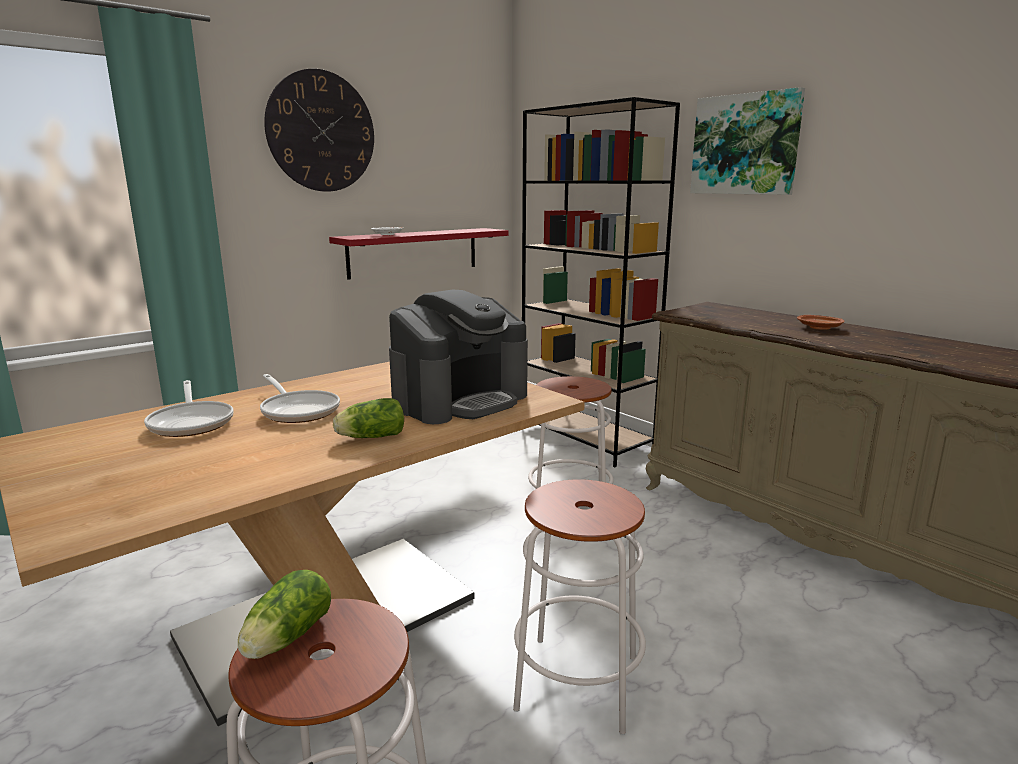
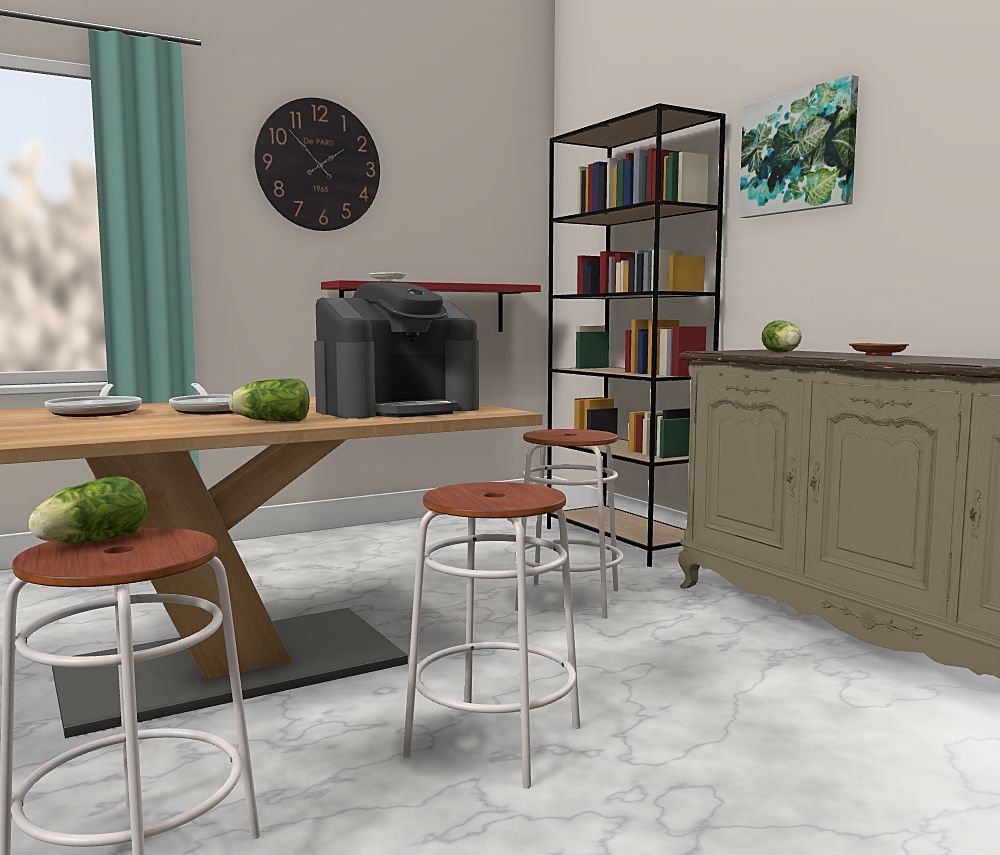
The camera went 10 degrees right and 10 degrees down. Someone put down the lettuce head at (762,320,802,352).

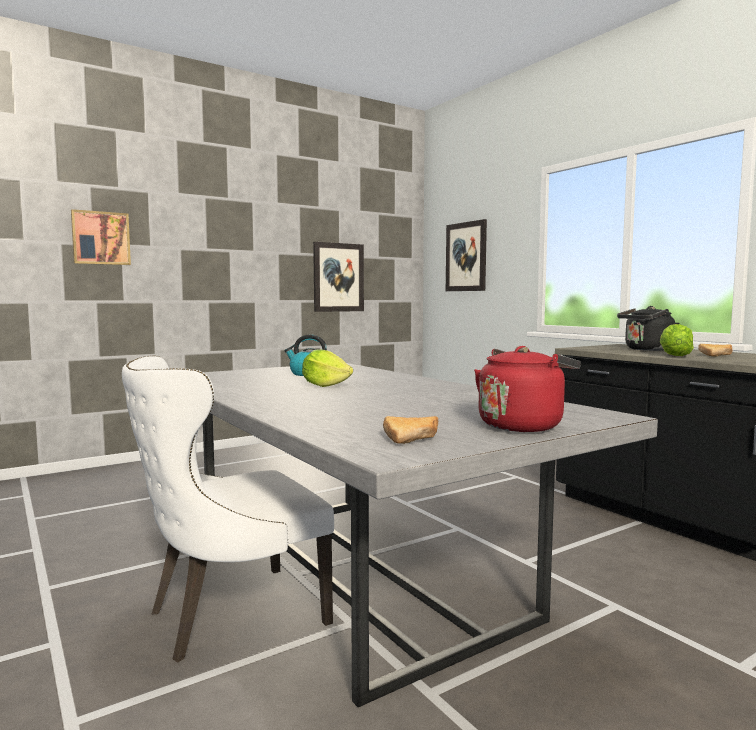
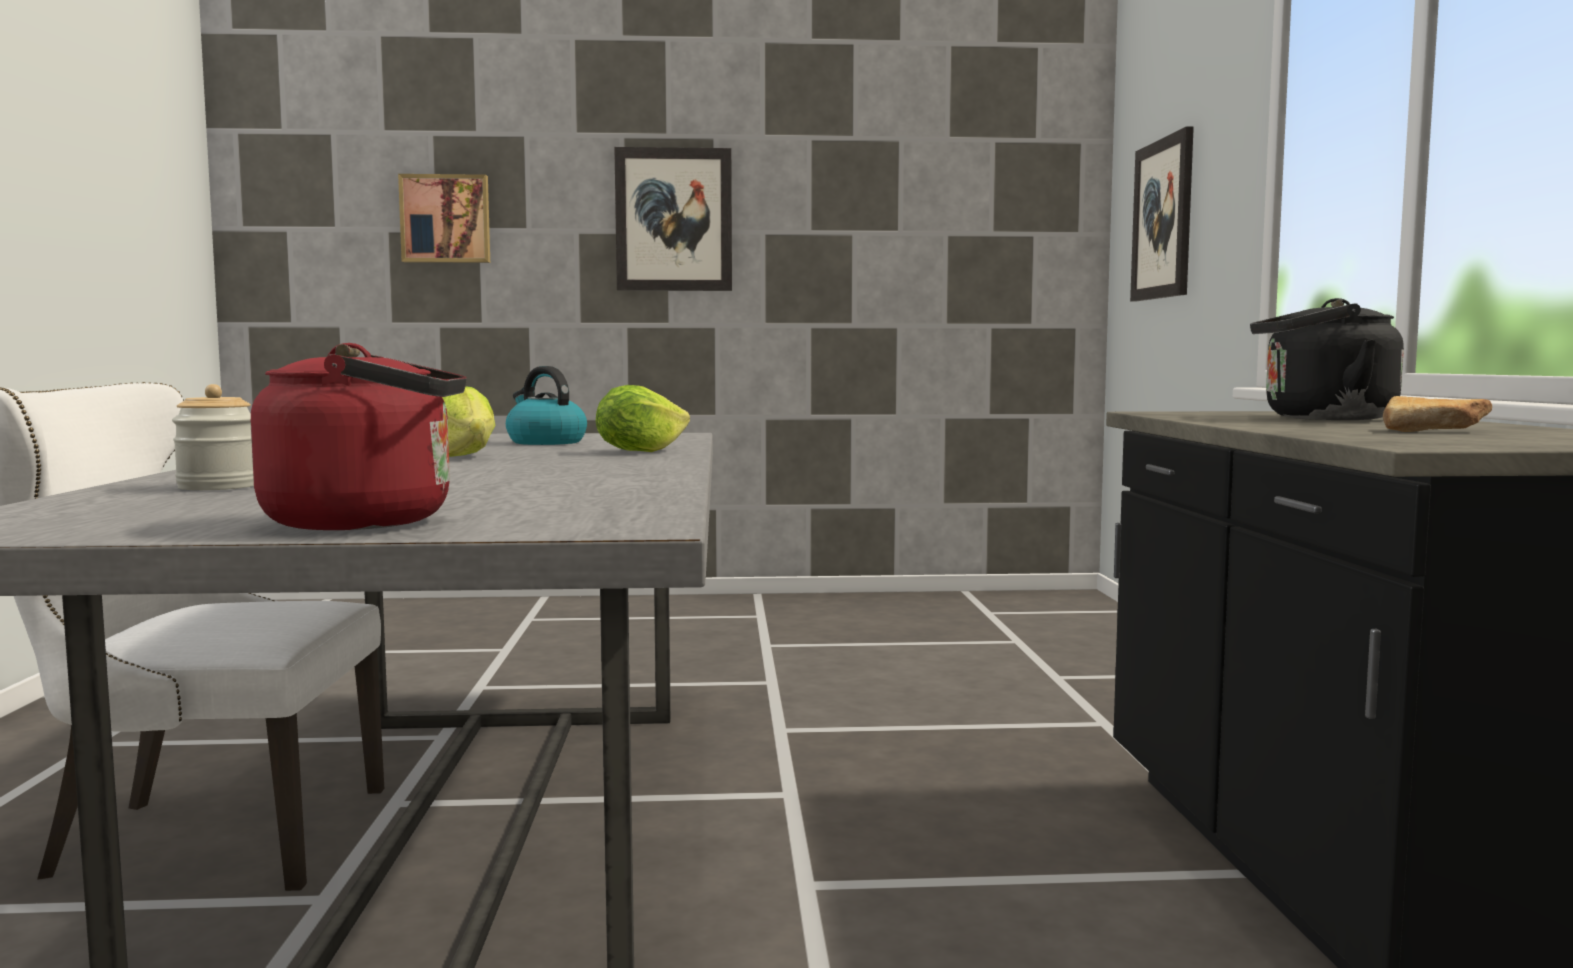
The camera went 30 degrees right and 0 degrees up. Someone carried the wall picture from (313,242,364,312) to (614,147,732,291). Someone carried the lettuce head from (660,324,694,356) to (596,385,690,452). Someone took away the baked bread at (383,416,438,444). Someone put down the preserve jar at (172,384,254,490).

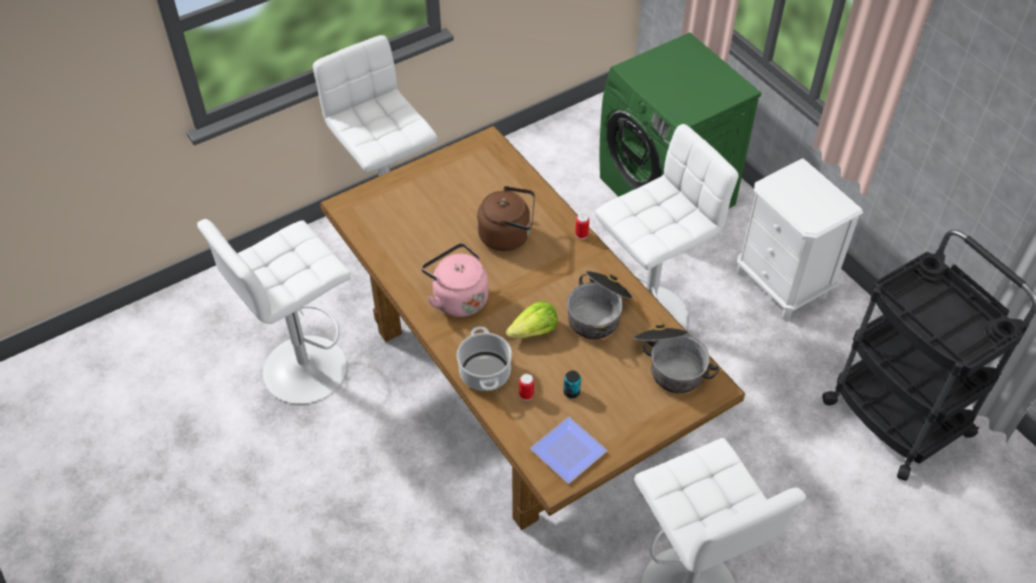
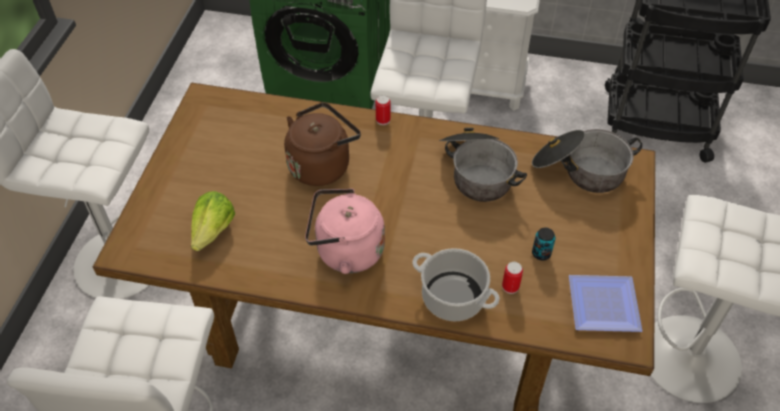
The camera went 45 degrees left and 0 degrees up. Someone carried the lettuce head from (506,301,558,338) to (191,191,235,251).

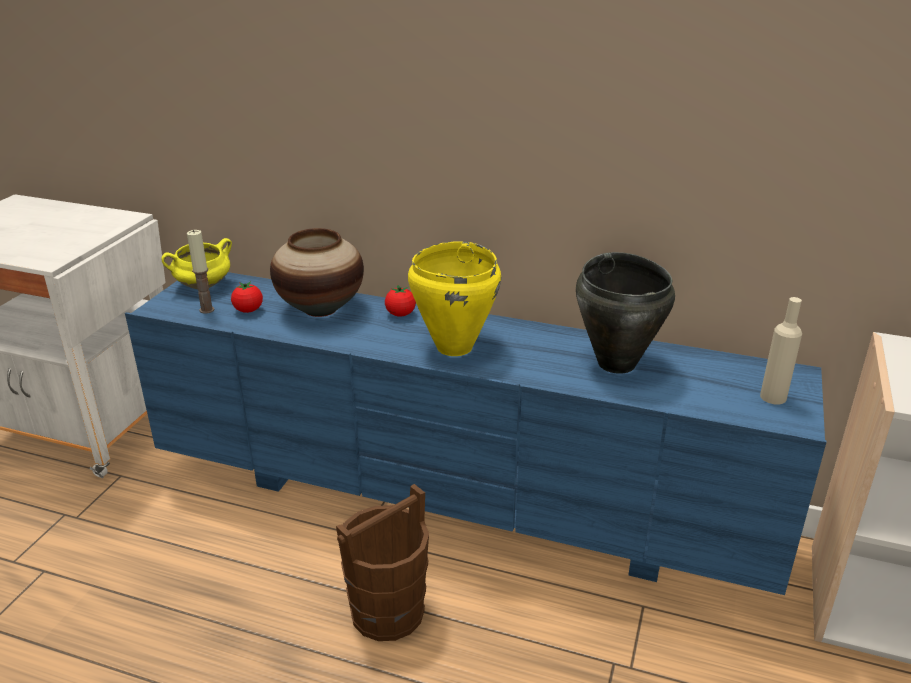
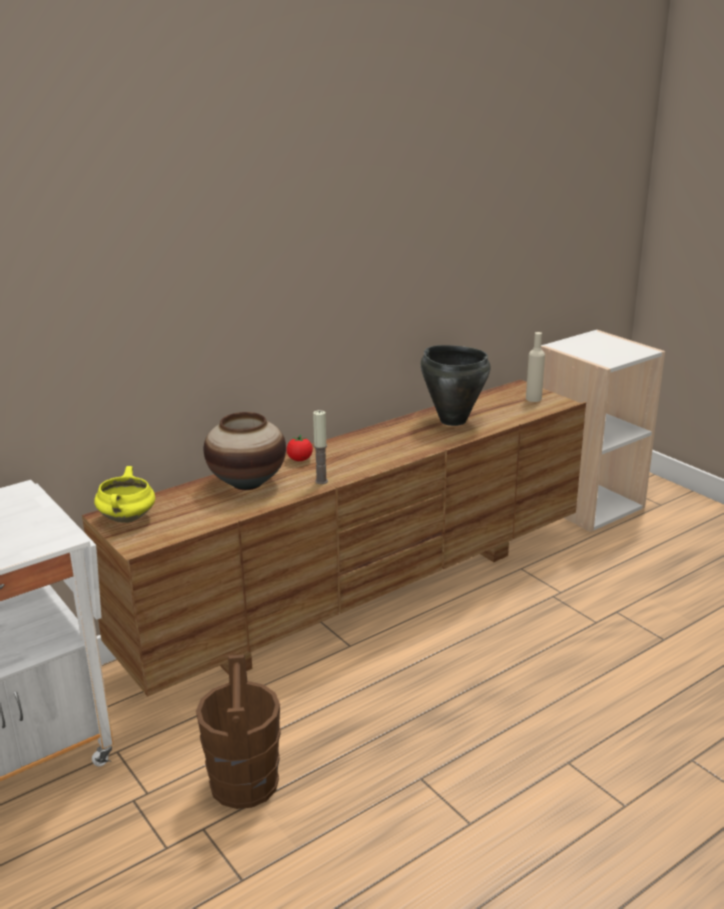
The camera went 55 degrees left and 5 degrees down. Someone carried the wax candle from (187,230,214,314) to (313,410,328,484). Someone took away the cooking pot (yellow) at (408,241,501,356). Someone repainted the storage cabinet (bluish) at (125,272,826,595), which became the storage cabinet (brown) at (82,379,586,697). Someone took away the whole tomato at (231,281,263,313). Someone carried the pail (brown) from (336,484,429,641) to (196,654,281,809).

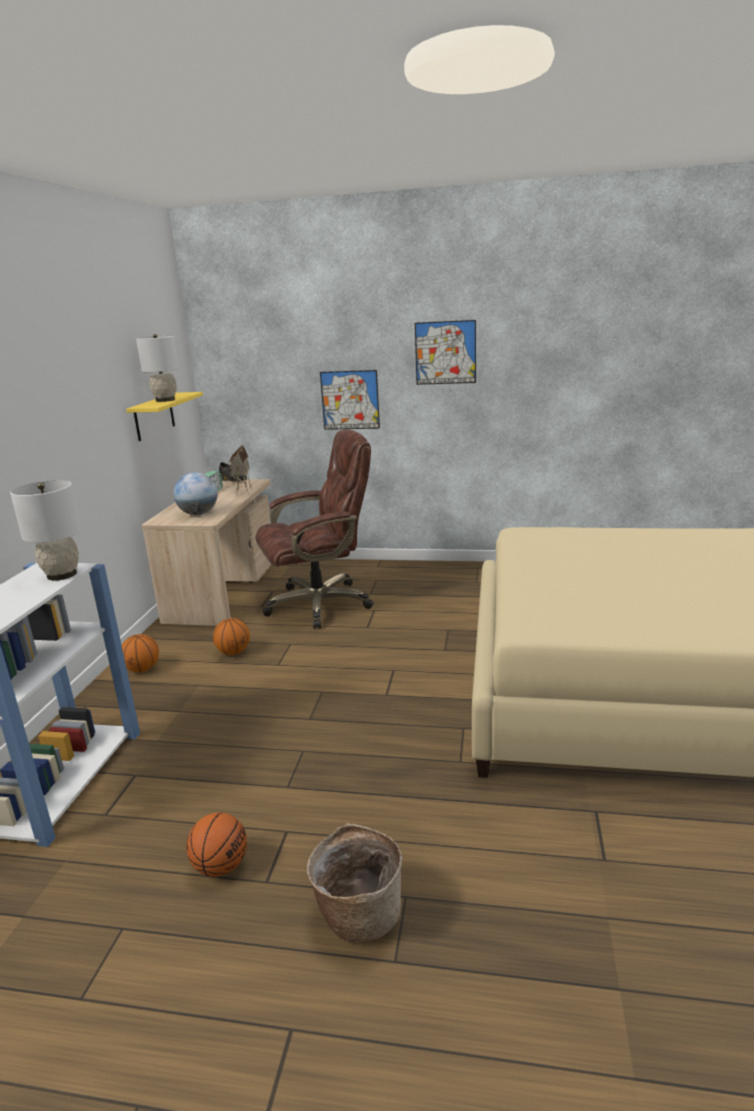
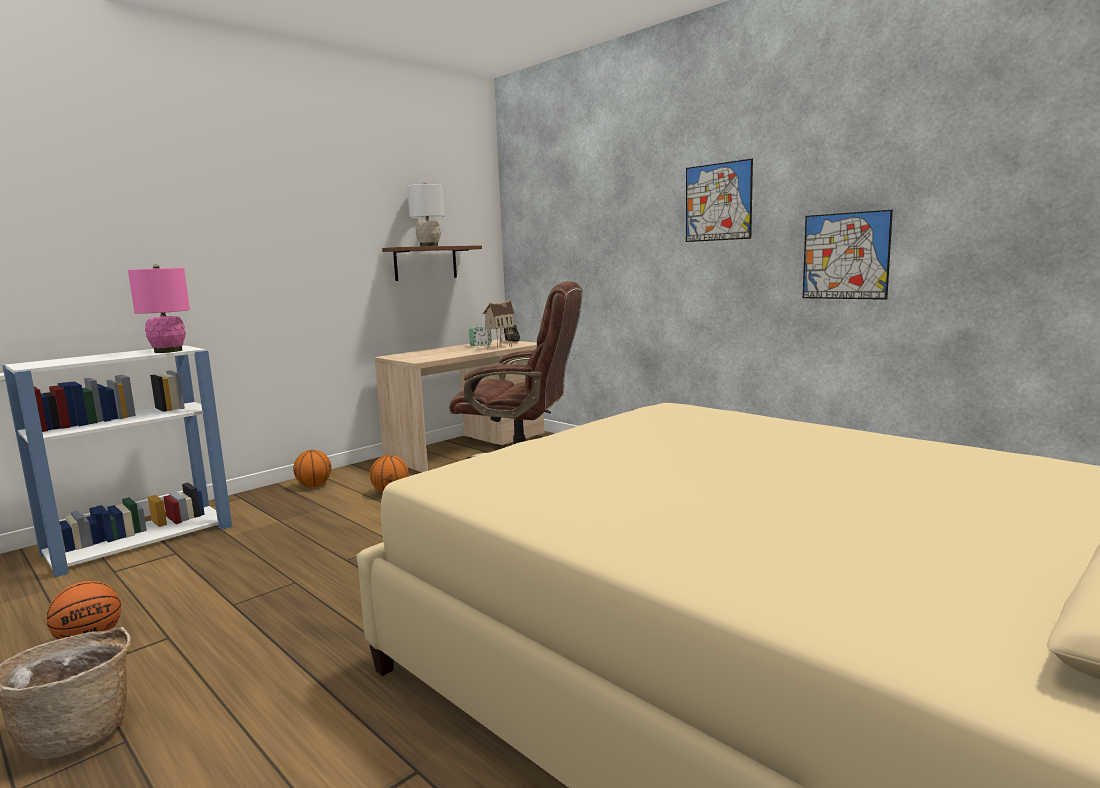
The camera went 35 degrees right and 10 degrees down. Someone carried the wall picture from (320,370,380,430) to (803,210,893,300). Someone repainted the bracket shelf (yellow) at (126,392,203,441), which became the bracket shelf (brown) at (382,245,482,281). Someone took away the world globe at (174,472,218,515). Someone repainted the tabletop lamp (white-coloured) at (10,480,81,581), which became the tabletop lamp (pinkish) at (128,264,190,353).

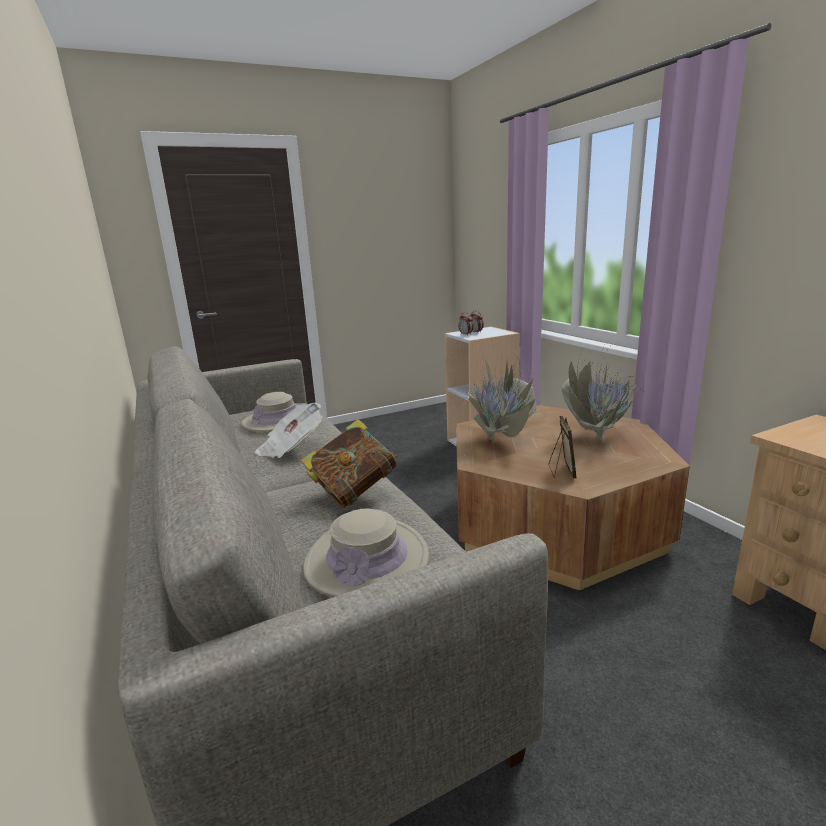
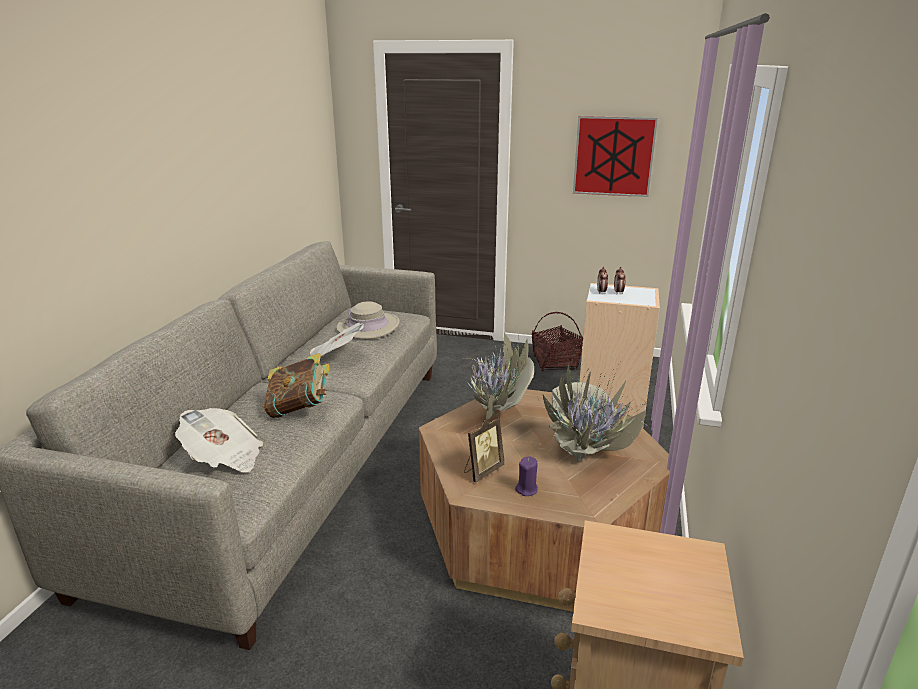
The camera went 40 degrees right and 5 degrees up. Someone swapped the hat (beige) at (303,509,429,597) for the daily paper at (175,408,263,472). Someone put up the wall picture at (573,116,658,197). Someone put down the household basket at (532,312,583,371). Someone put down the wax candle (purple-coloured) at (515,456,538,496).

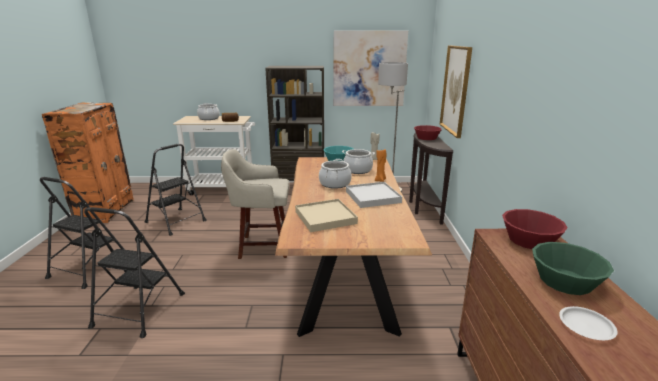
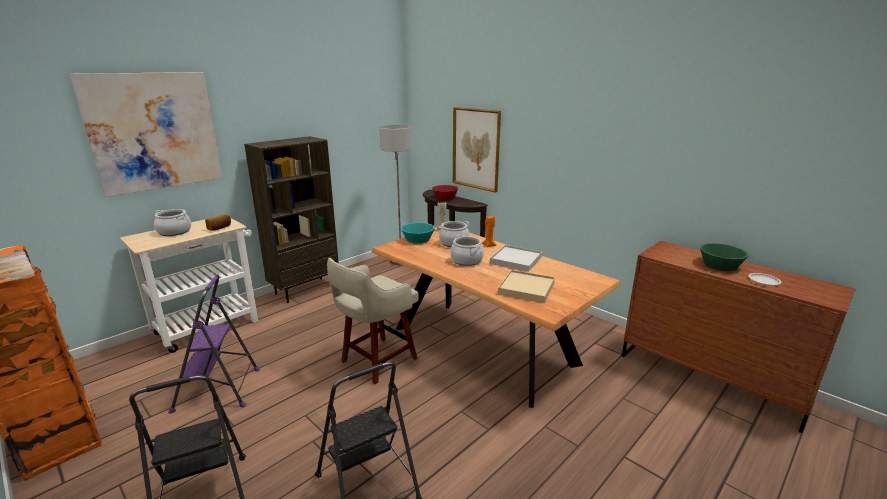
The camera went 45 degrees left and 0 degrees up. Someone carried the wall picture from (333,30,408,106) to (70,72,223,197). Someone repainted the stepladder (black) at (145,144,207,236), which became the stepladder (purple-coloured) at (168,275,260,414). Someone took away the serving bowl (reddish) at (502,209,568,249).

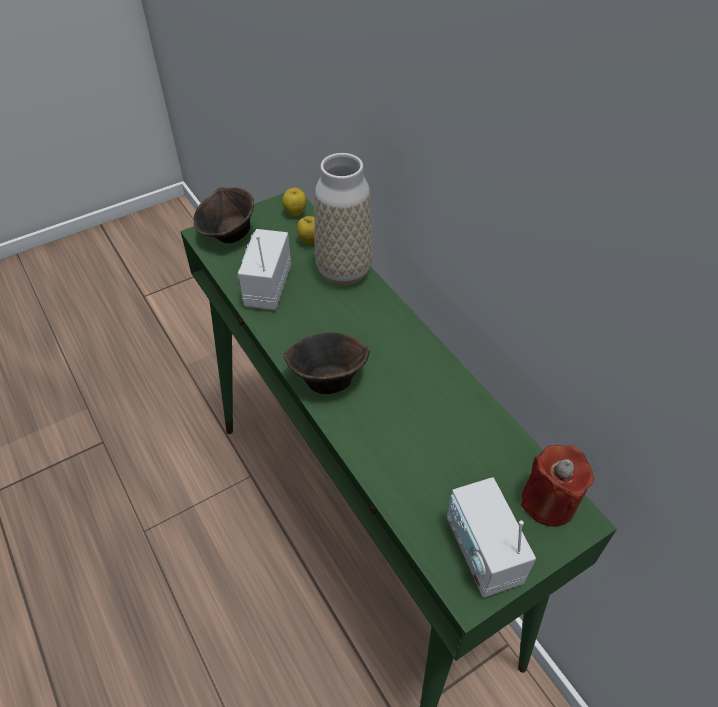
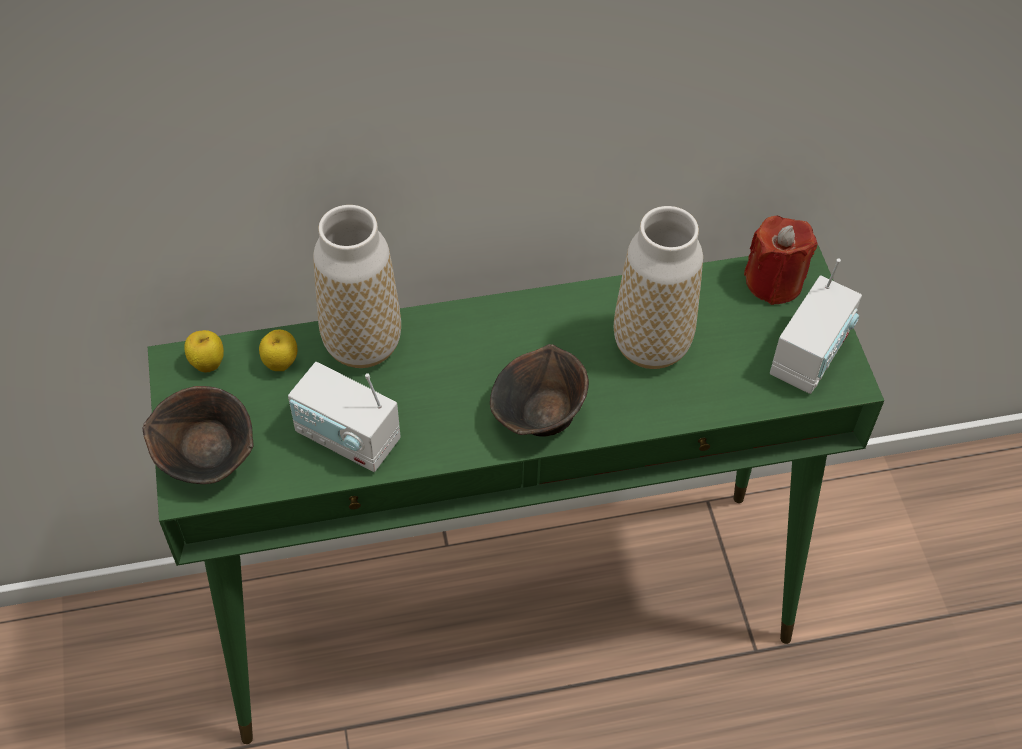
The camera went 70 degrees left and 5 degrees up. Someone rotated the radio set at (447,477,536,598) by 60 degrees counterclockwise. Someone put down the decorative vase at (614,206,703,369).

